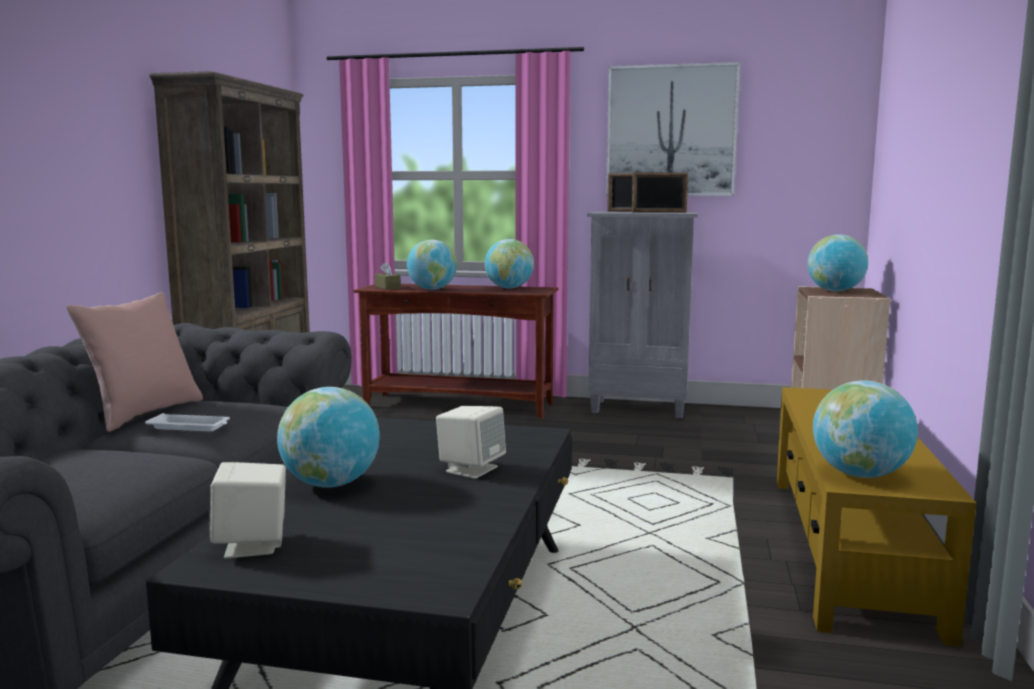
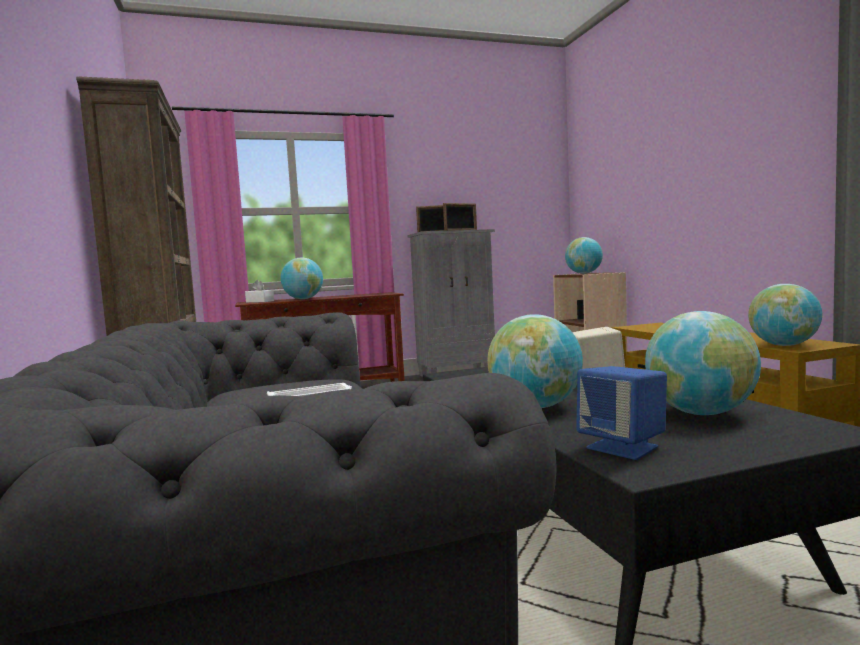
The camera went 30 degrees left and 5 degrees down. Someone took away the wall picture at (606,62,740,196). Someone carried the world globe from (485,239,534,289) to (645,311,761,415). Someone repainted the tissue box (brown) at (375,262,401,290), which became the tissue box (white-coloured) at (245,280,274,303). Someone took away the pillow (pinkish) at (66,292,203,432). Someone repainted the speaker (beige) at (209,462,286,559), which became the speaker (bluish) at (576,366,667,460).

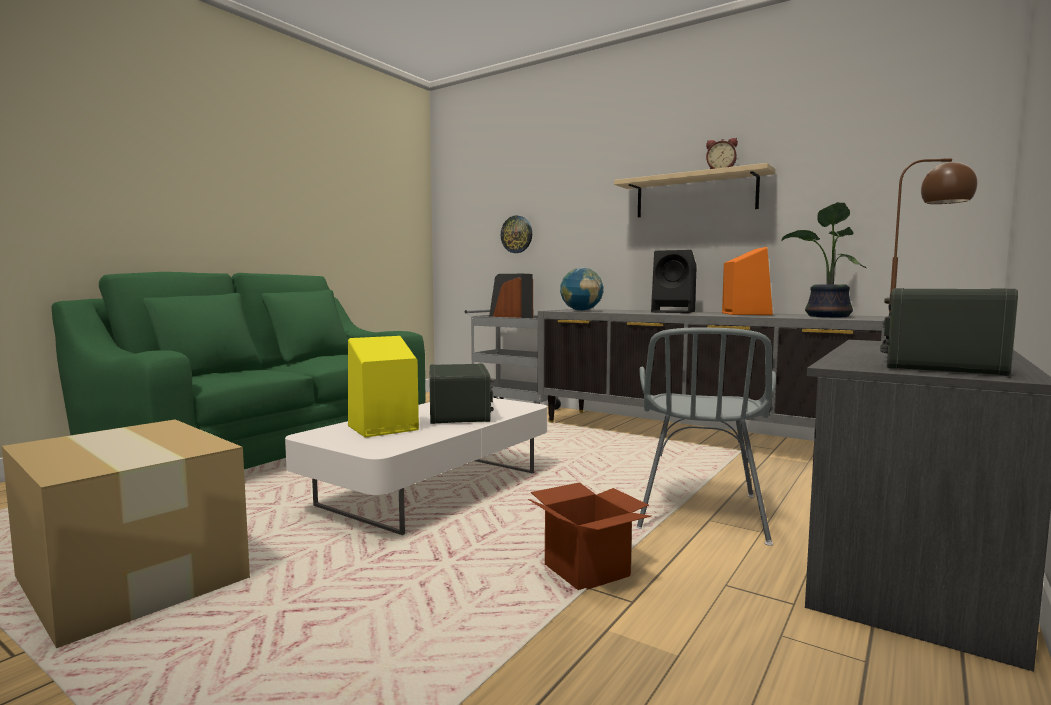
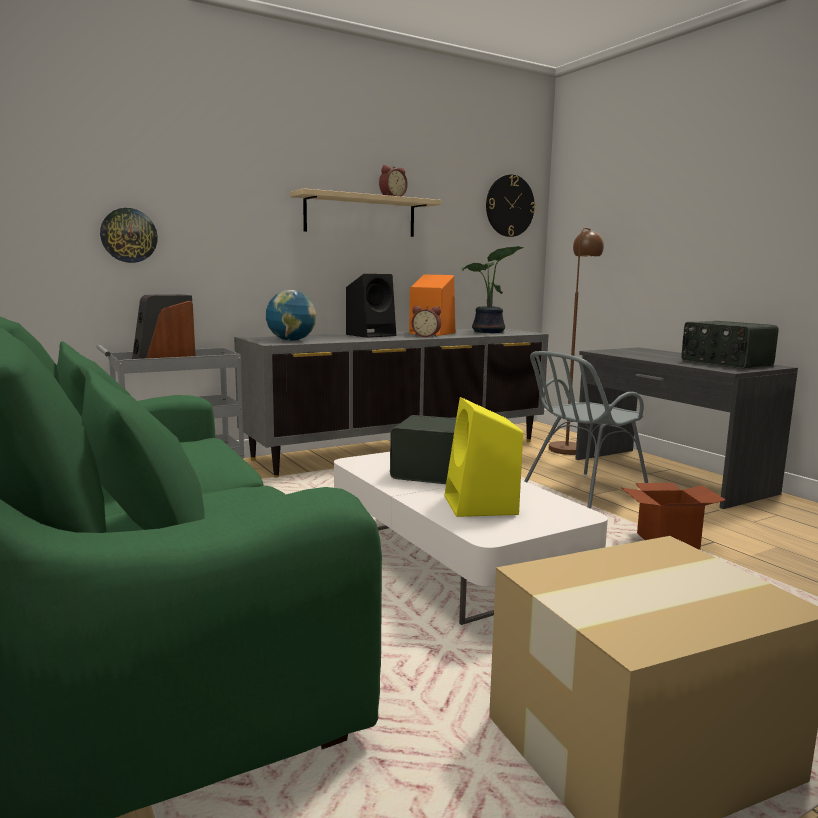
The camera went 65 degrees left and 5 degrees up. Someone rotated the upright chair (grey) at (637,327,776,546) by 105 degrees clockwise. Someone put up the clock on the wall at (486,175,535,237). Someone put down the bedside clock at (412,306,441,337).

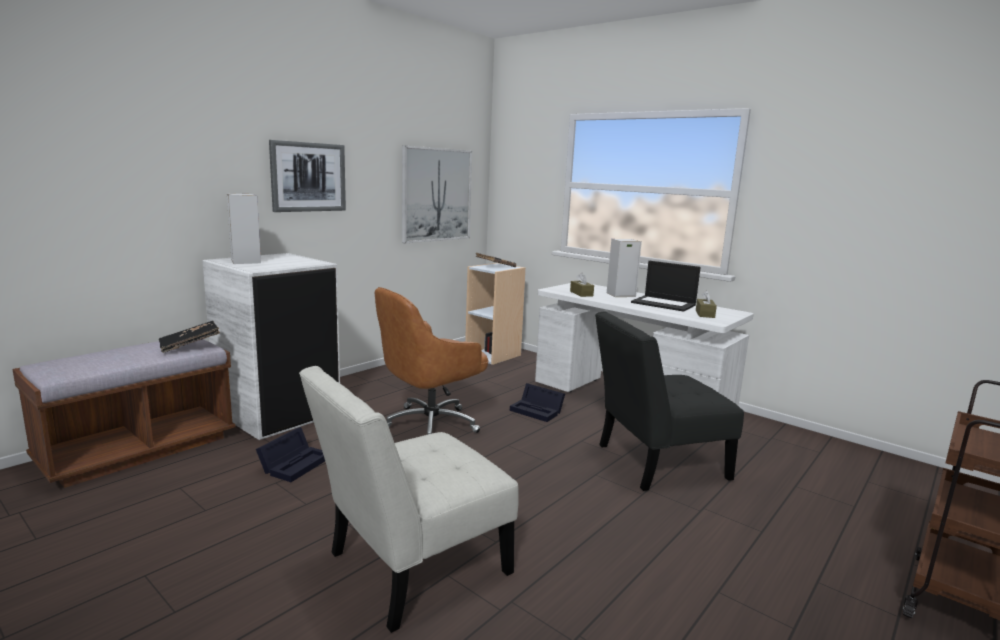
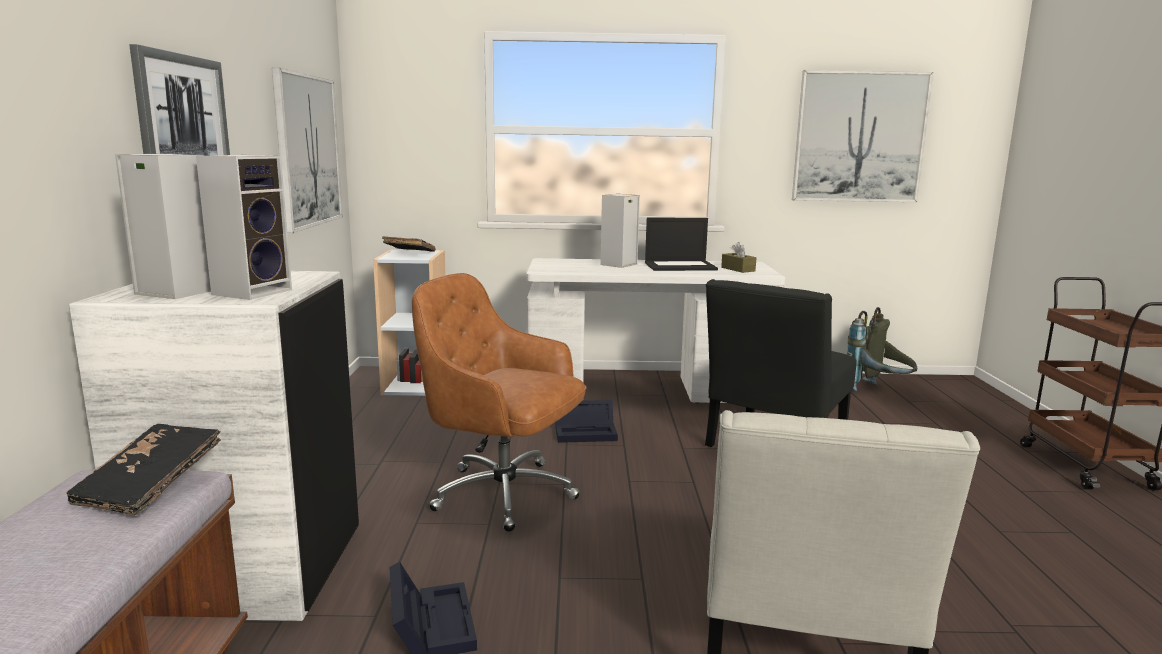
The camera went 40 degrees left and 0 degrees up. Someone took away the tissue box (brown) at (570,273,594,297). Someone rotated the computer chair (brown) at (375,287,489,435) by 105 degrees clockwise. Someone put up the wall picture at (792,70,933,202). Someone put down the speaker at (196,155,292,300). Someone put down the backpack (grey) at (847,307,917,391).

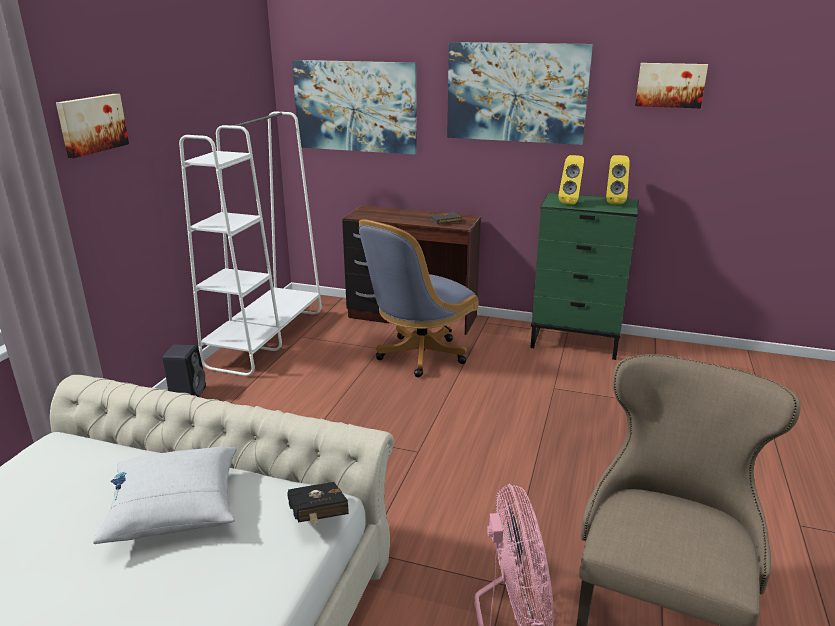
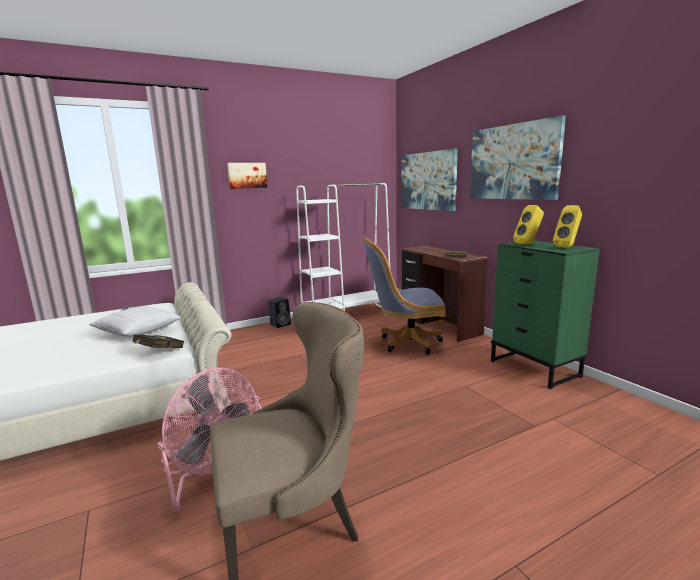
The camera went 45 degrees right and 10 degrees down. Someone took away the wall picture at (635,63,708,109).

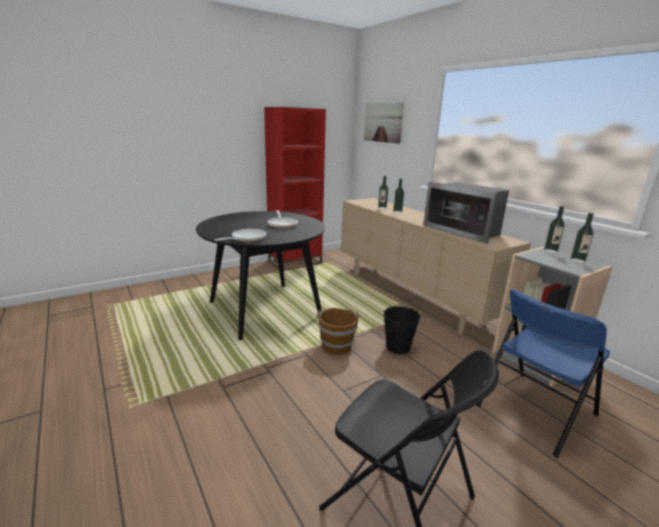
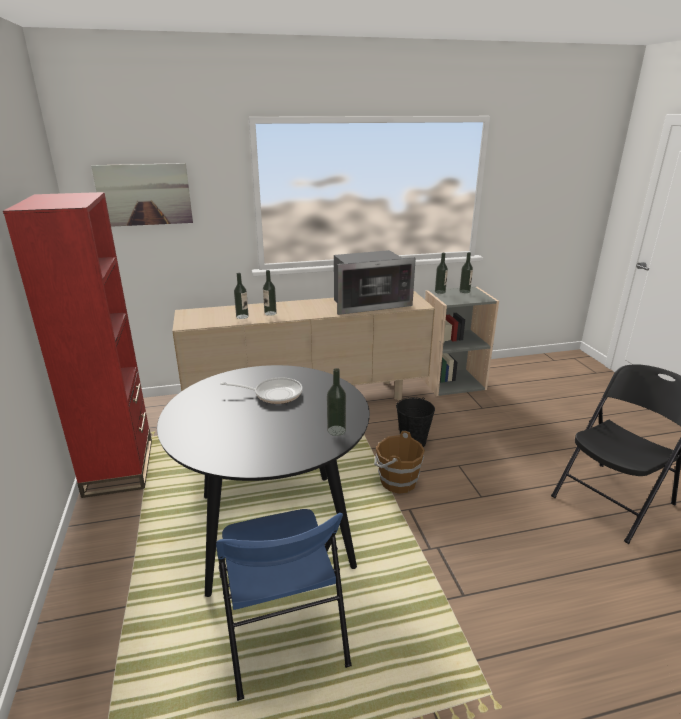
The camera went 70 degrees left and 5 degrees up. Someone swapped the pan at (214,229,266,242) for the drink bottle at (327,368,346,436). Someone carried the upright chair (bluish) from (476,289,610,458) to (216,509,352,701).

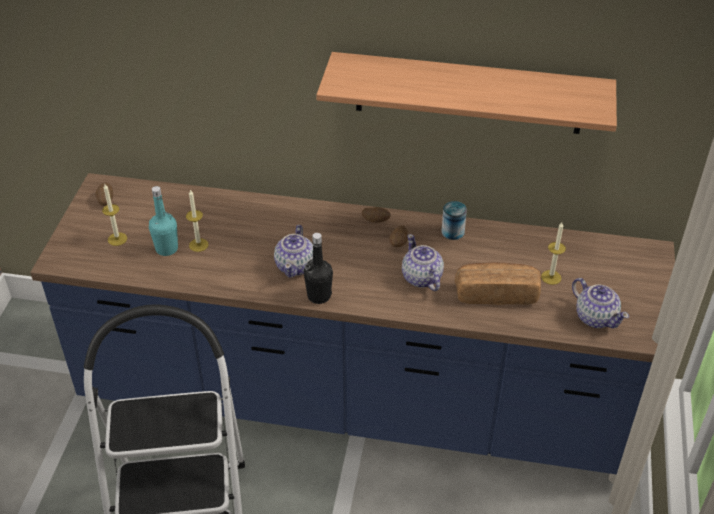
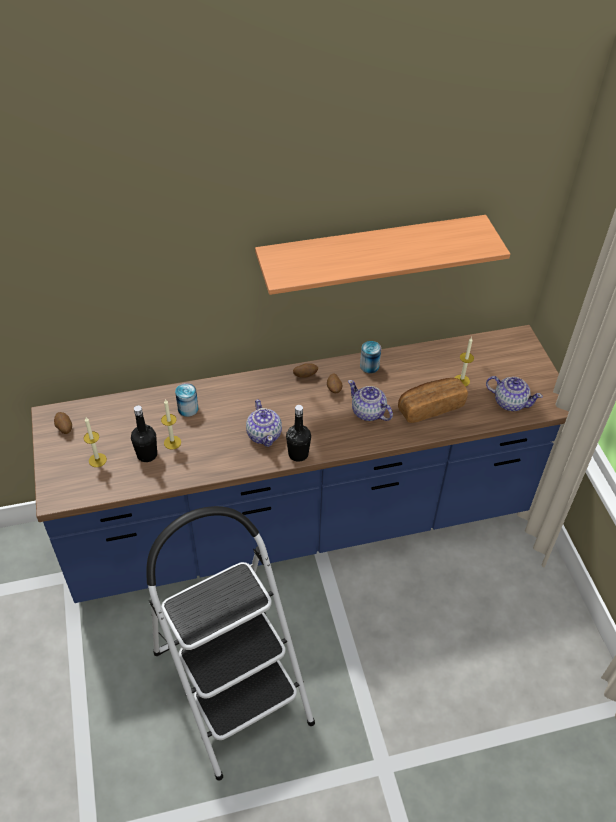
The camera went 25 degrees left and 5 degrees up. Someone repainted the drink bottle (turquoise) at (149,186,178,256), which became the drink bottle (black) at (131,405,157,462). Someone put down the sealed can at (175,383,198,417).

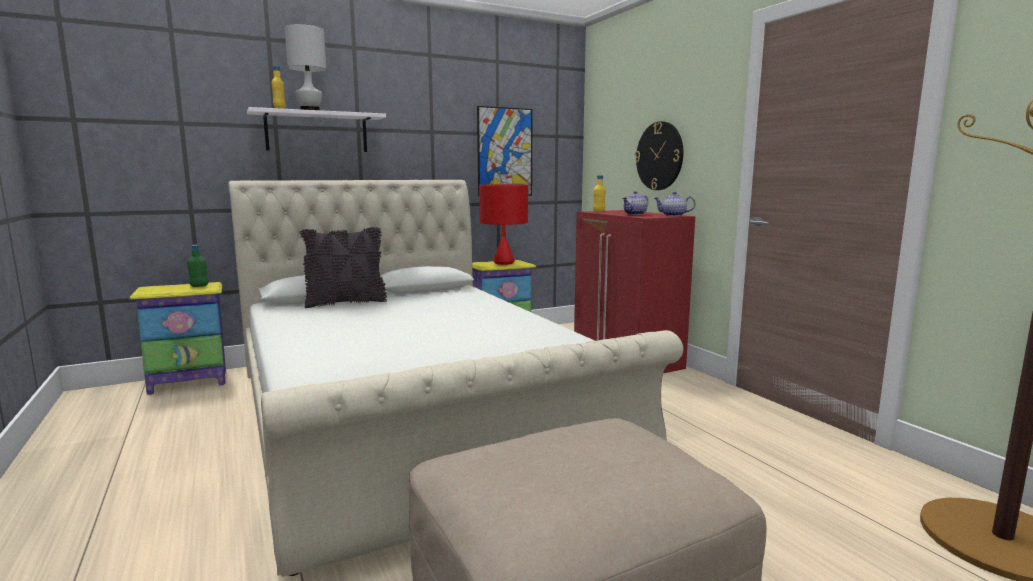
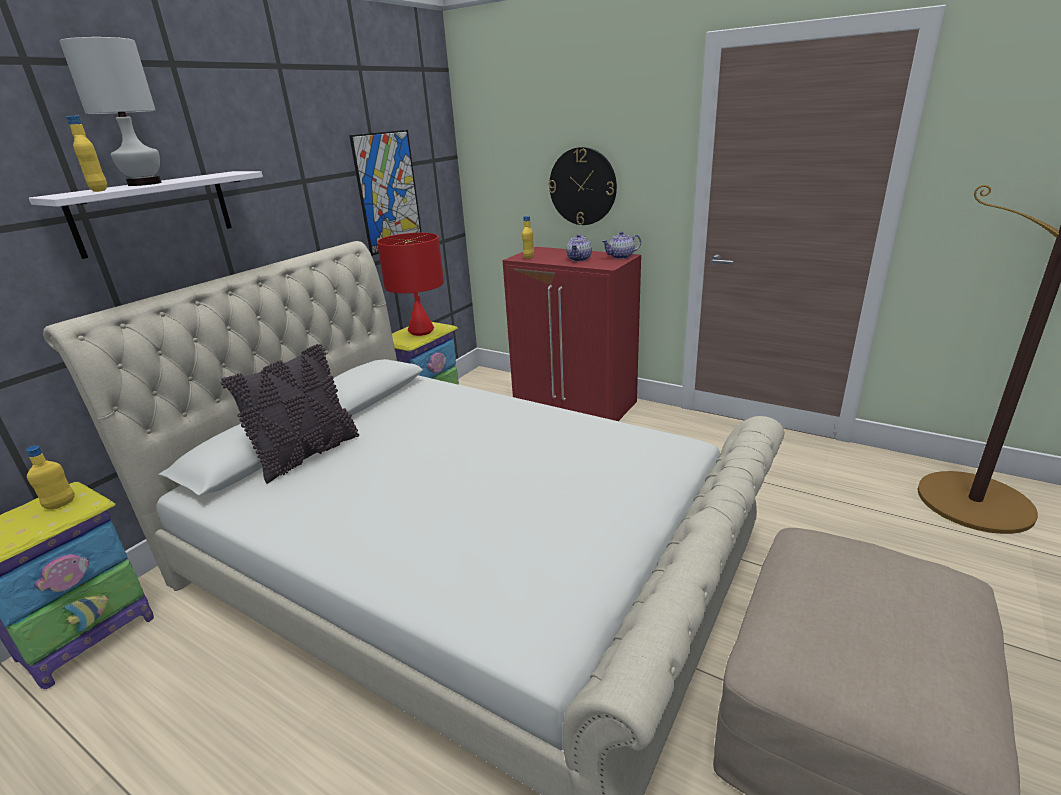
The camera went 30 degrees left and 15 degrees up. Someone repainted the drink bottle (greenish) at (187,245,208,287), which became the drink bottle (yellow) at (26,445,75,510).

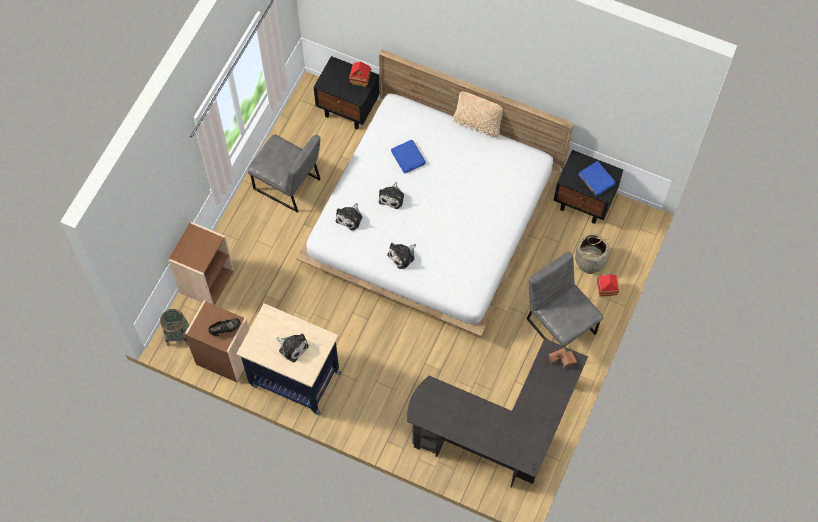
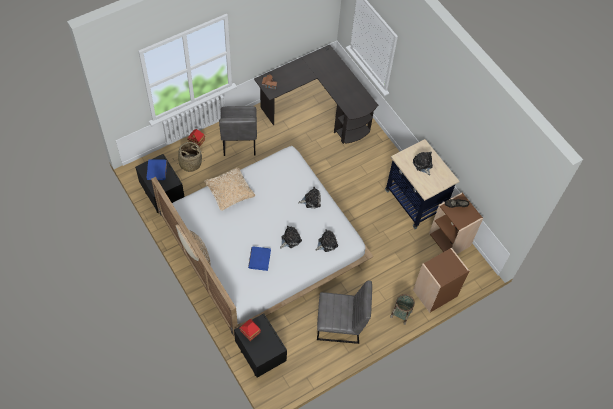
The camera went 150 degrees left and 5 degrees down. Someone rotated the upright chair (grey) at (248,134,321,213) by 120 degrees clockwise. Someone carried the household basket from (160,309,189,346) to (390,294,415,325). Someone put down the pillow (beige) at (204,168,255,211).

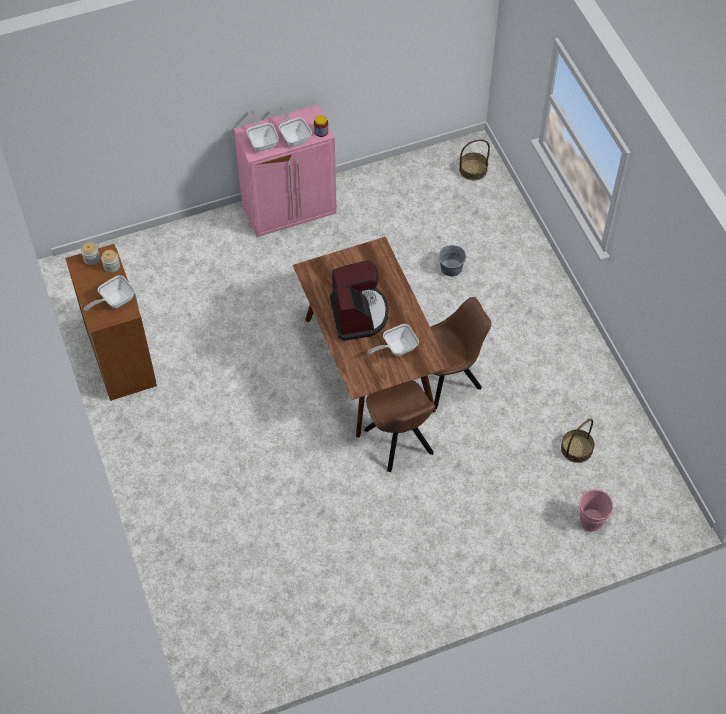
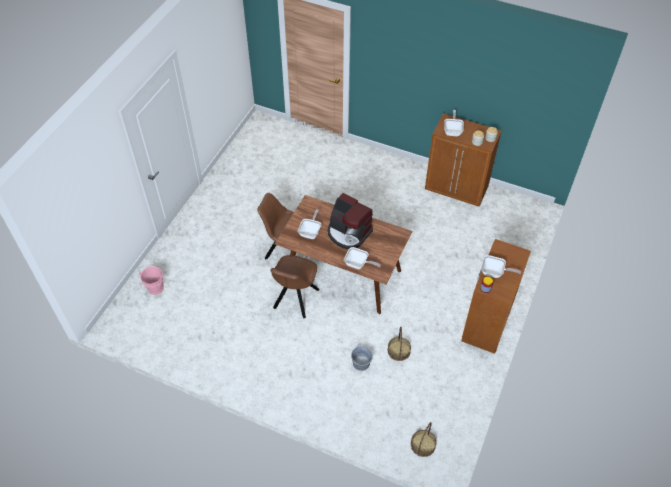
The camera went 135 degrees right and 5 degrees down. Someone repainted the storage cabinet (pinkish) at (234,105,337,237), which became the storage cabinet (brown) at (461,239,531,354). Someone carried the pan from (246,111,279,151) to (344,247,381,269). Someone carried the household basket from (561,419,595,463) to (388,327,411,361).

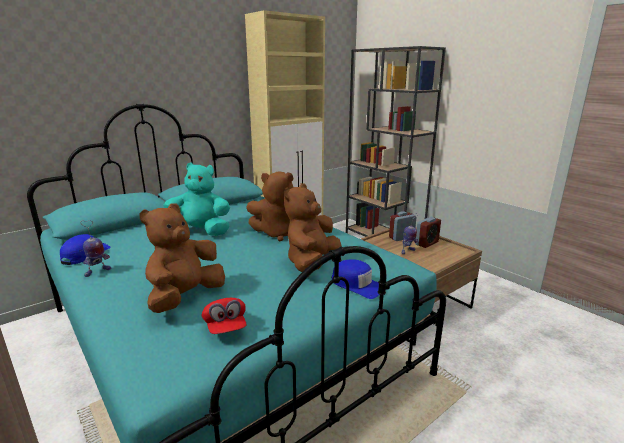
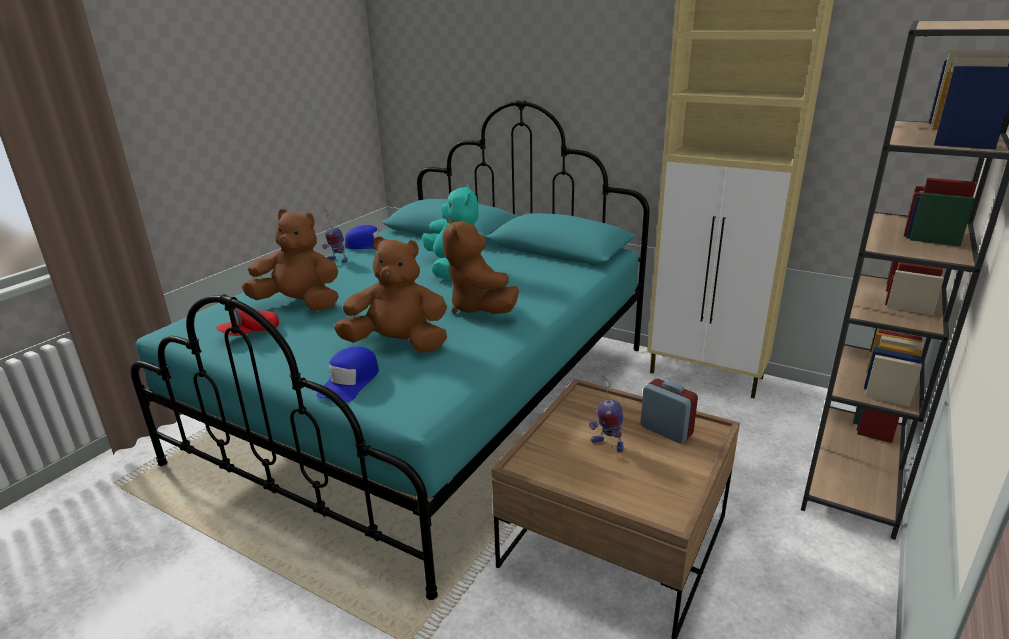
The camera went 70 degrees right and 5 degrees up. Someone took away the bedside clock at (415,217,441,248).

